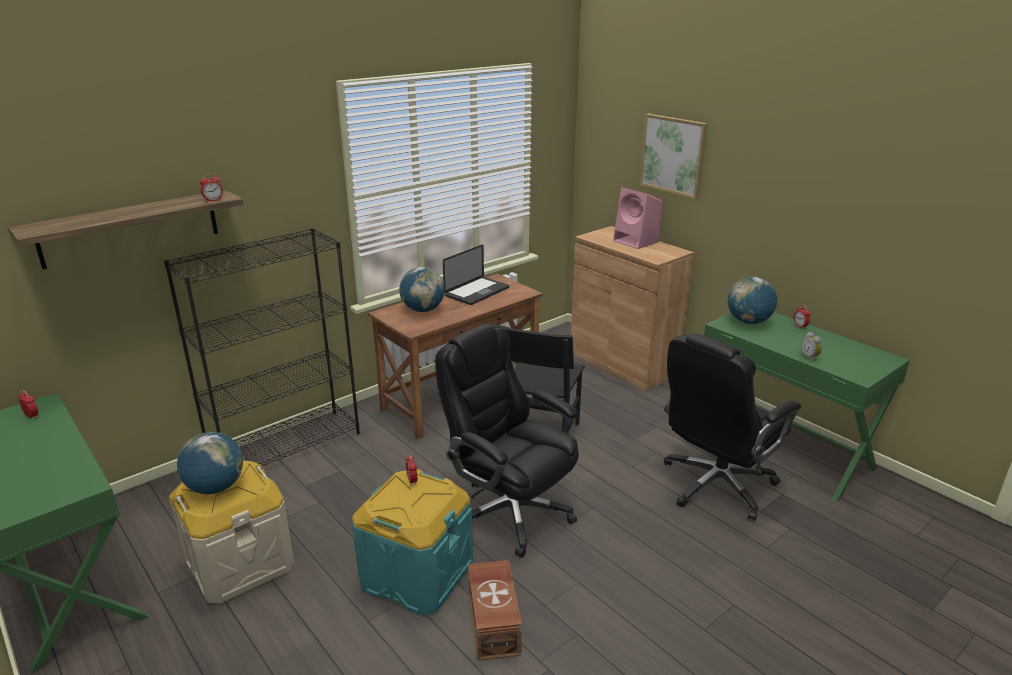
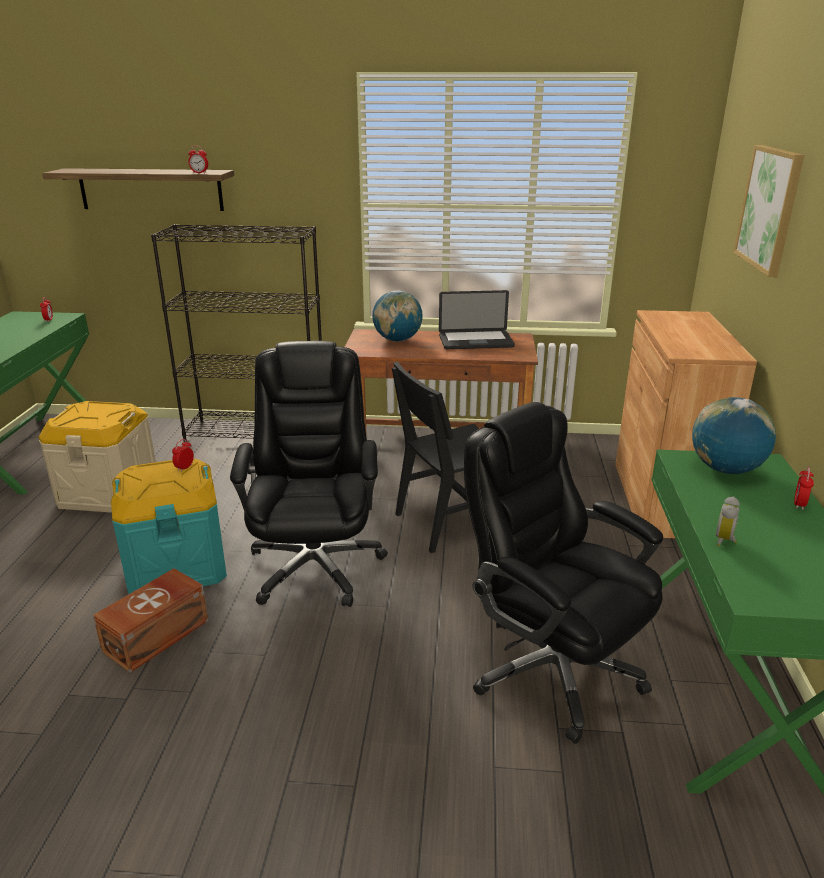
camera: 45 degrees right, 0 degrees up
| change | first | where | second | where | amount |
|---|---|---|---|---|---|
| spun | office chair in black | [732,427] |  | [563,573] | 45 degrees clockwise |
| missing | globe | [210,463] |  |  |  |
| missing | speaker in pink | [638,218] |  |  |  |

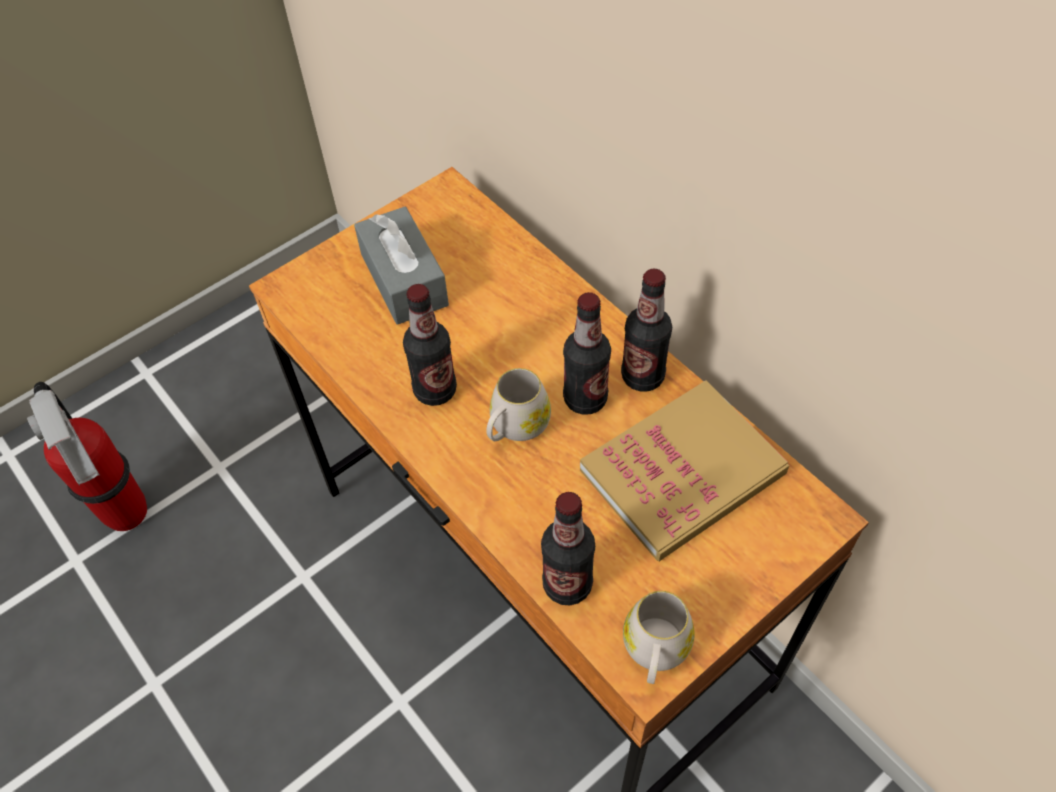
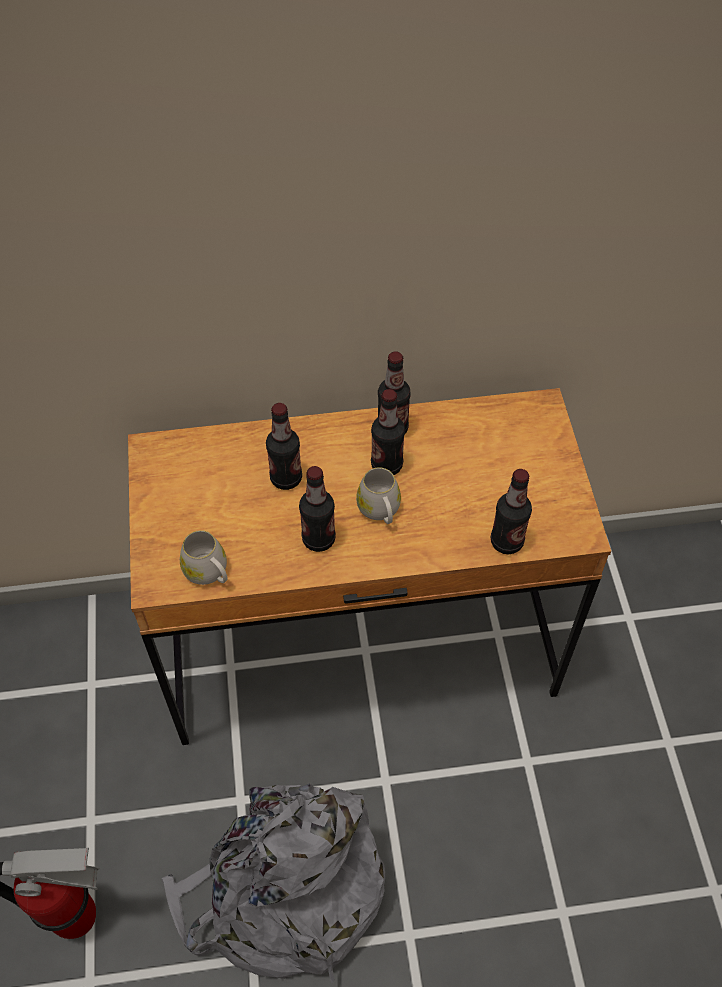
camera: 60 degrees left, 0 degrees up
| change | first | where | second | where | amount |
|---|---|---|---|---|---|
| appeared |  |  | backpack in grey | [273,883] |  |
| relocated | mug in white | [659,637] |  | [204,557] |  |
| appeared |  |  | bottle | [284,446] |  |
| missing | tissue box in grey | [401,266] |  |  |  |
| missing | book | [685,470] |  |  |  |

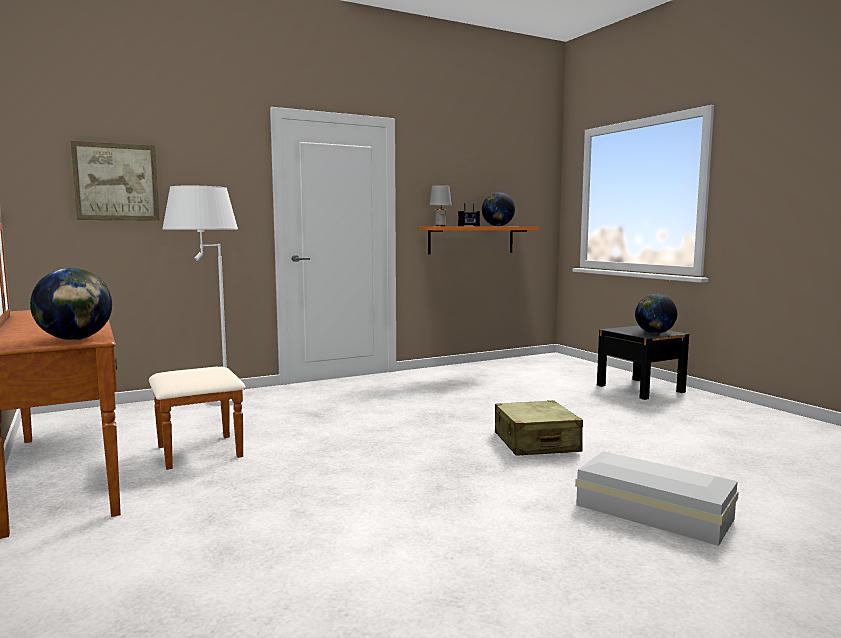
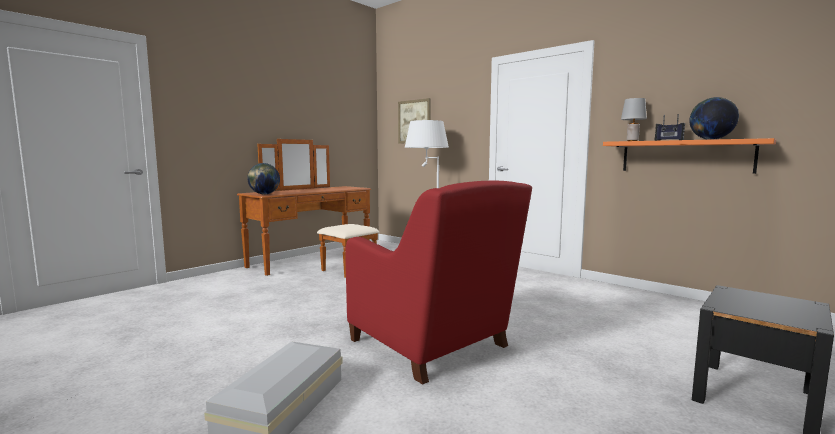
camera: 70 degrees right, 0 degrees up
| change | first | where | second | where | amount |
|---|---|---|---|---|---|
| exchanged | suitcase in beige | [539,428] | armchair in red | [438,283] |  |
| missing | globe | [656,314] |  |  |  |

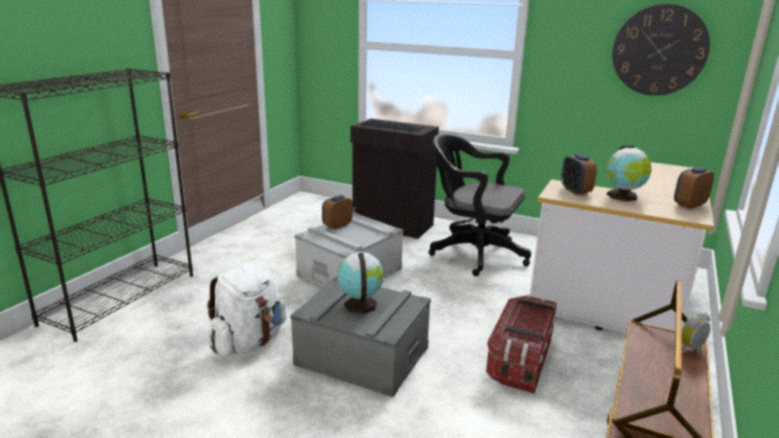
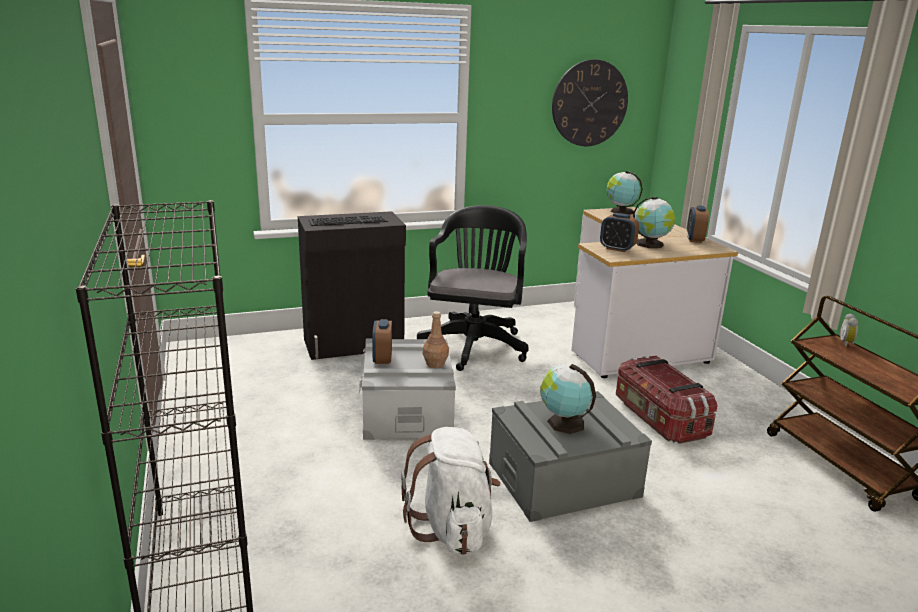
camera: 45 degrees left, 0 degrees up
| change | first | where | second | where | amount |
|---|---|---|---|---|---|
| spun | office chair in black | [480,204] |  | [473,288] | 120 degrees clockwise |
| appeared |  |  | bottle in brown | [436,339] |  |
| appeared |  |  | globe | [625,193] |  |

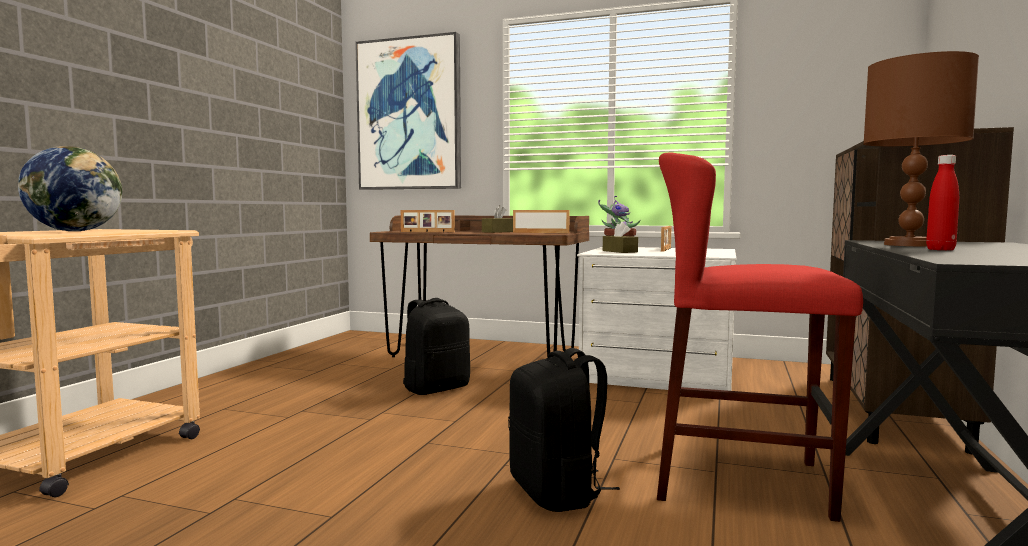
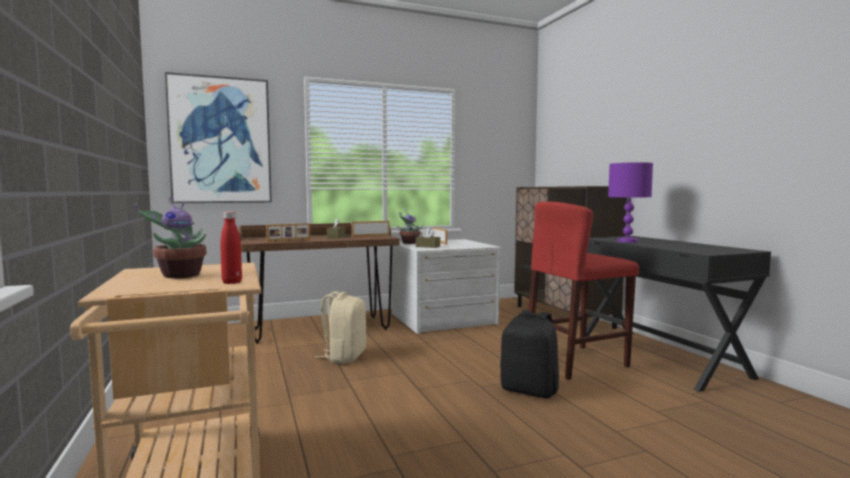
camera: 40 degrees left, 0 degrees up
| change | first | where | second | where | amount |
|---|---|---|---|---|---|
| exchanged | globe | [70,188] | potted plant | [170,237] |  |
| relocated | bottle in red | [942,202] |  | [231,247] |  |
| colour | backpack in black | [436,346] | backpack in beige | [340,327] |  |
| colour | table lamp in brown | [921,148] | table lamp in purple | [630,202] |  |

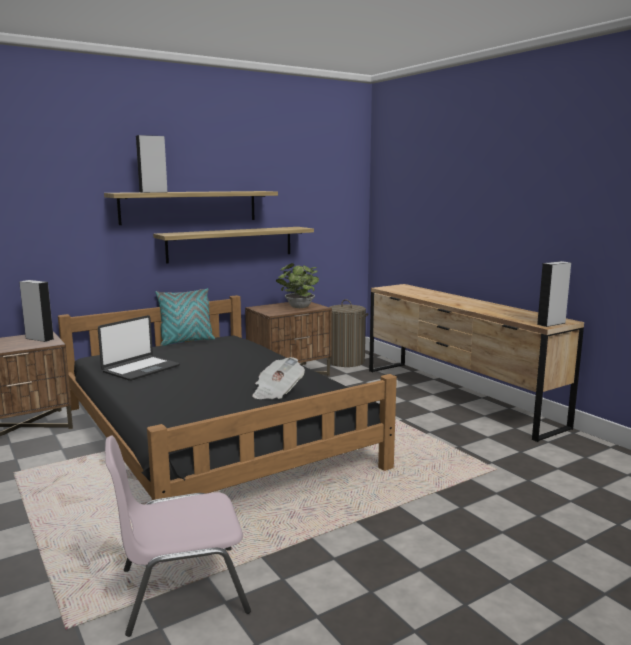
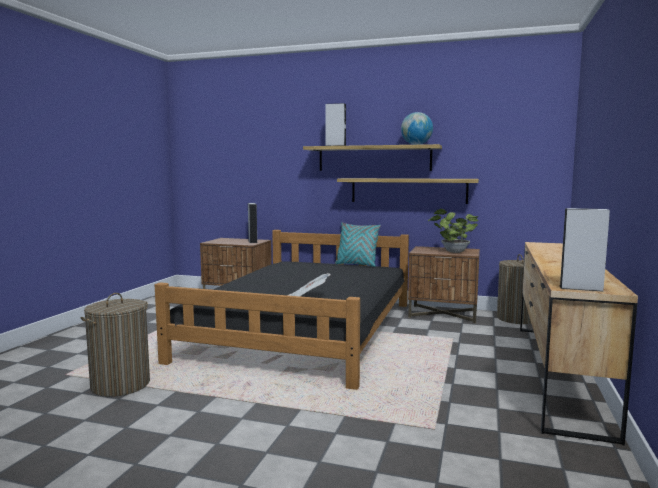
camera: 50 degrees right, 5 degrees down
| change | first | where | second | where | amount |
|---|---|---|---|---|---|
| exchanged | chair in pink | [178,536] | laundry basket | [115,345] |  |
| appeared |  |  | globe | [417,128] |  |
| missing | laptop | [139,348] |  |  |  |

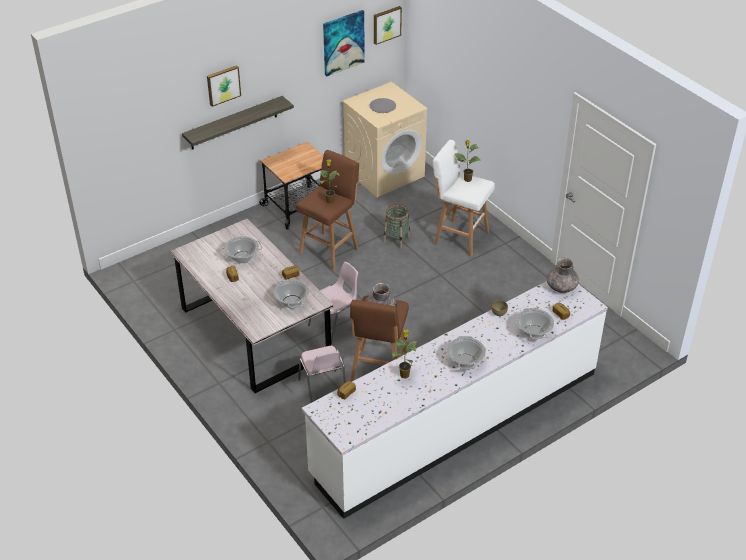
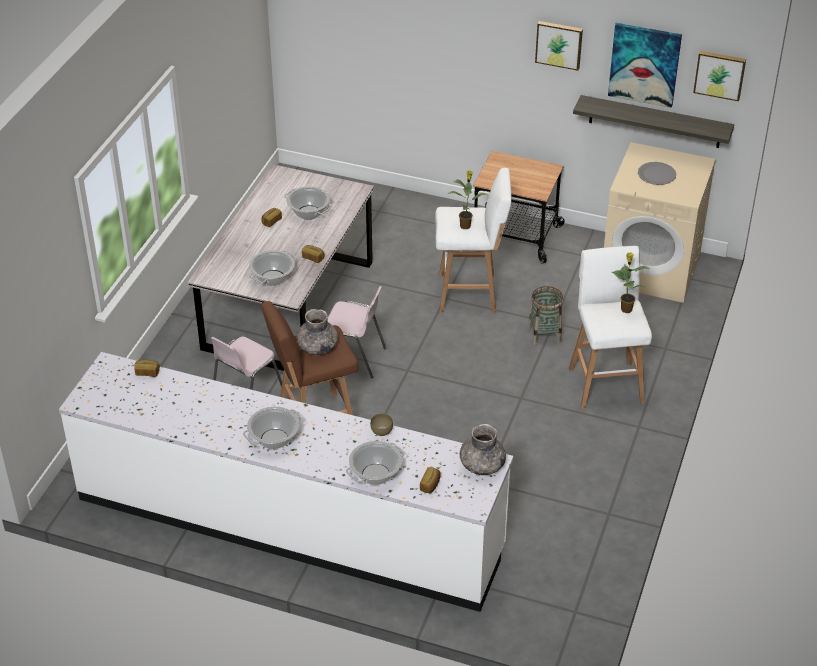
camera: 55 degrees right, 0 degrees up
| change | first | where | second | where | amount |
|---|---|---|---|---|---|
| colour | stool in brown | [327,210] | stool in white | [473,240] |  |
| relocated | picture | [224,86] |  | [559,46] |  |
| relocated | shelf | [238,123] |  | [653,121] |  |
| missing | potted plant | [405,354] |  |  |  |

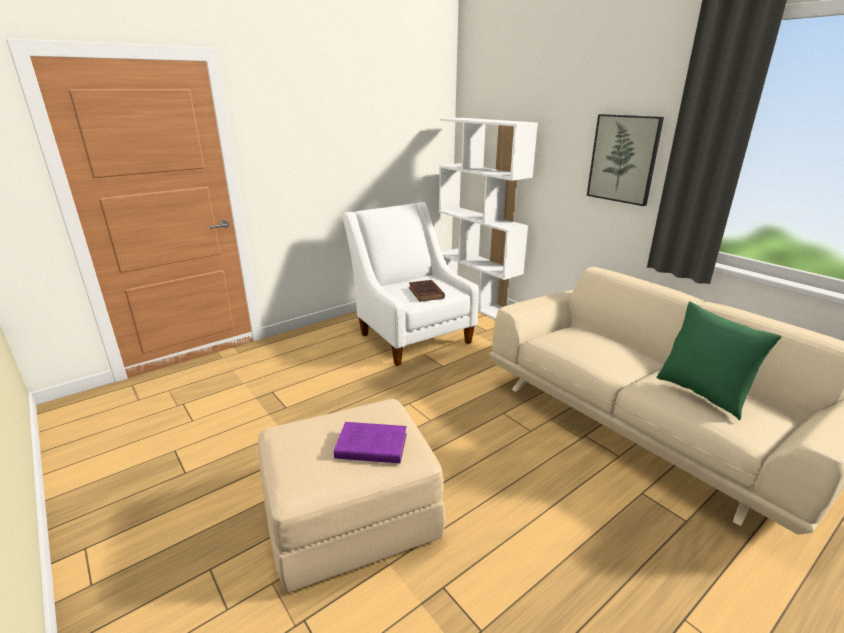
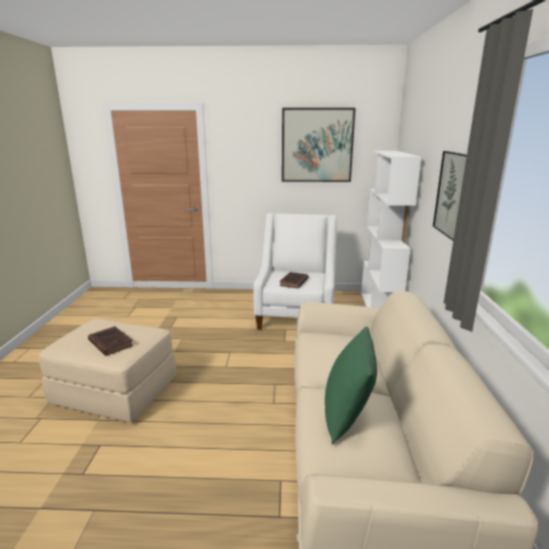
camera: 40 degrees right, 5 degrees down
| change | first | where | second | where | amount |
|---|---|---|---|---|---|
| colour | book in purple | [370,442] | book in brown | [110,341] |  |
| appeared |  |  | picture | [319,145] |  |

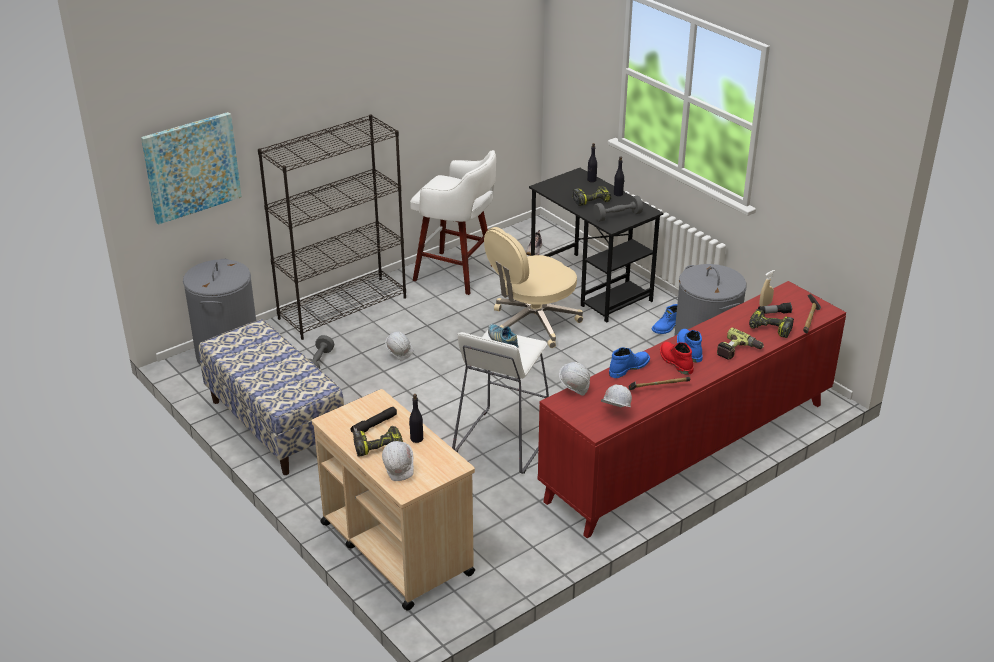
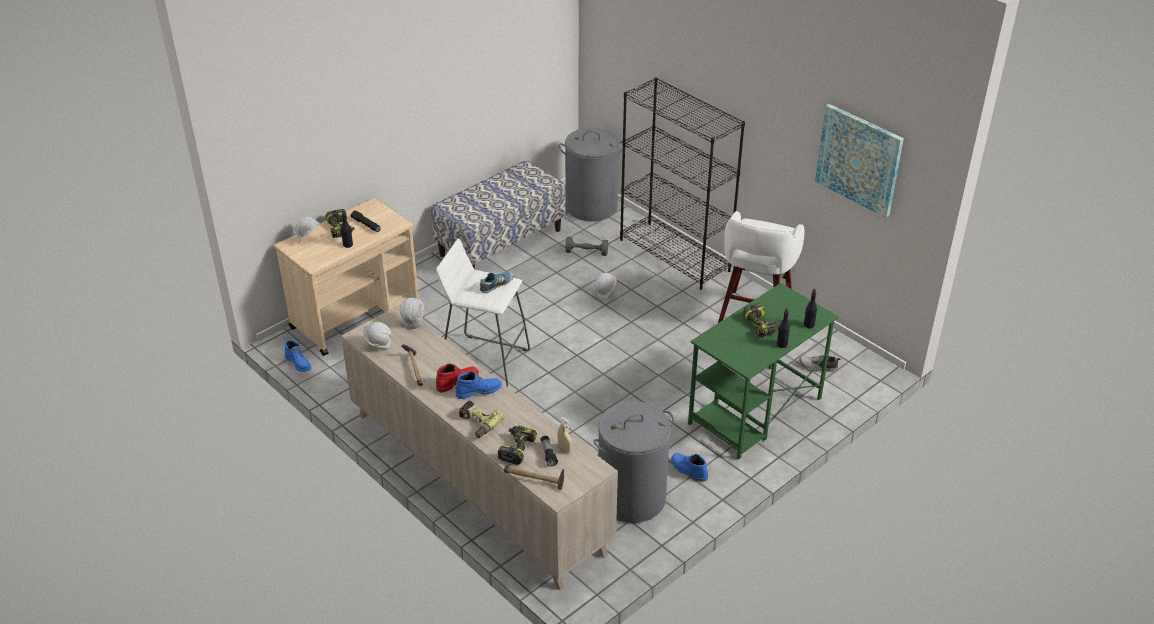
camera: 85 degrees right, 5 degrees up
| change | first | where | second | where | amount |
|---|---|---|---|---|---|
| relocated | boot in blue | [629,362] |  | [298,355] |  |
| colour | cabinet in red | [692,409] | cabinet in beige | [479,447] |  |
| colour | desk in black | [596,245] | desk in green | [763,371] |  |
| relocated | picture | [191,168] |  | [859,161] |  |
| missing | office chair in beige | [533,287] |  |  |  |
| missing | dumbbell in grey | [618,208] |  |  |  |

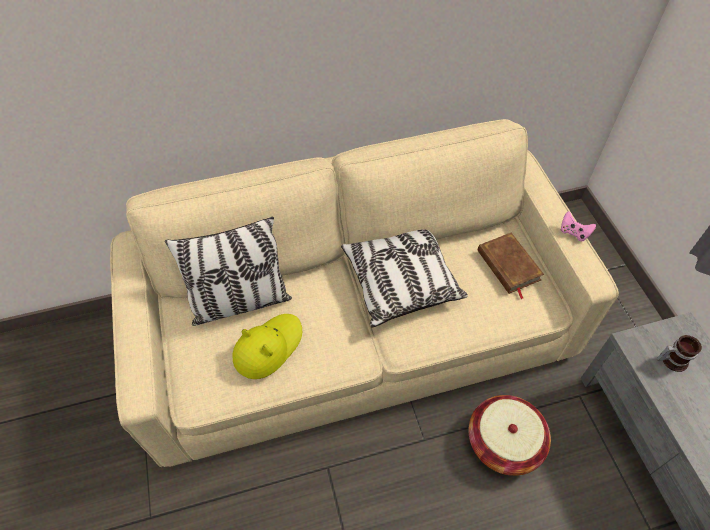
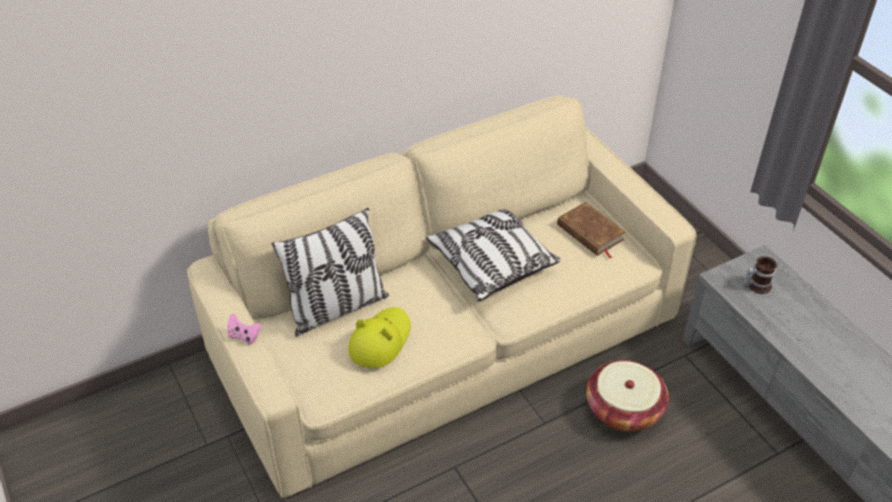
camera: 15 degrees left, 10 degrees down
| change | first | where | second | where | amount |
|---|---|---|---|---|---|
| relocated | game controller in pink | [578,226] |  | [244,329] |  |

